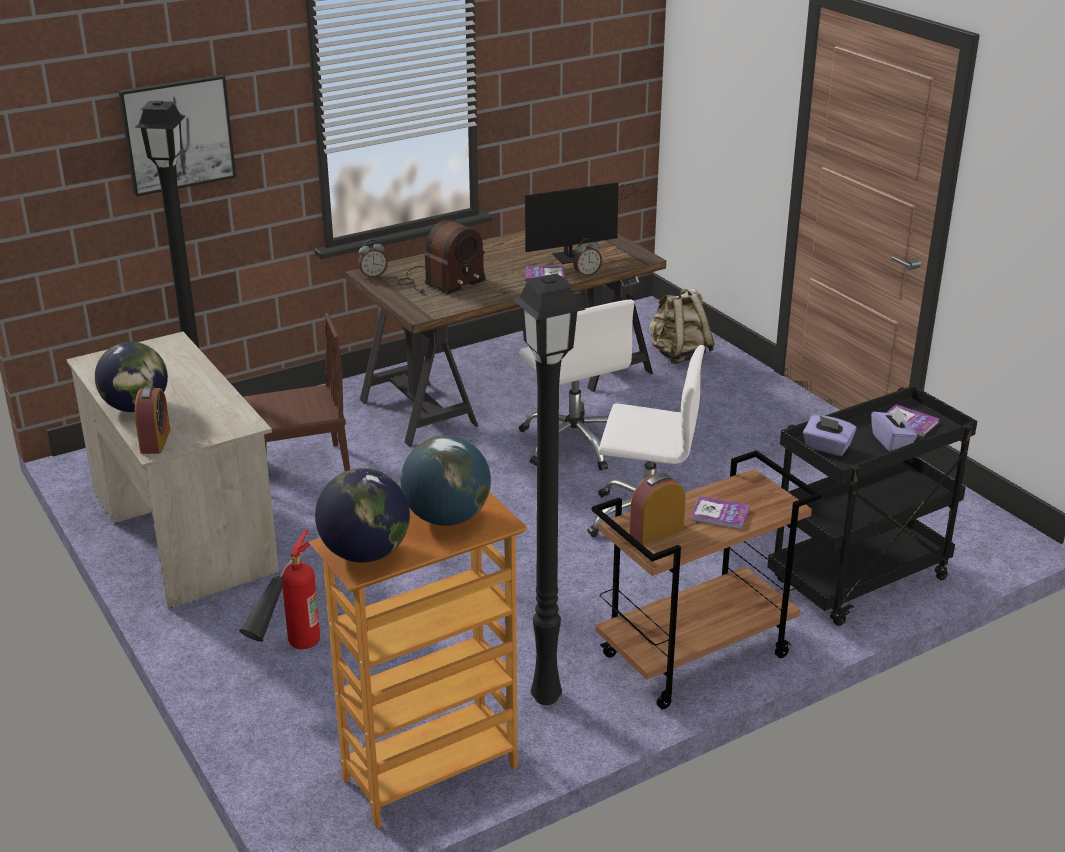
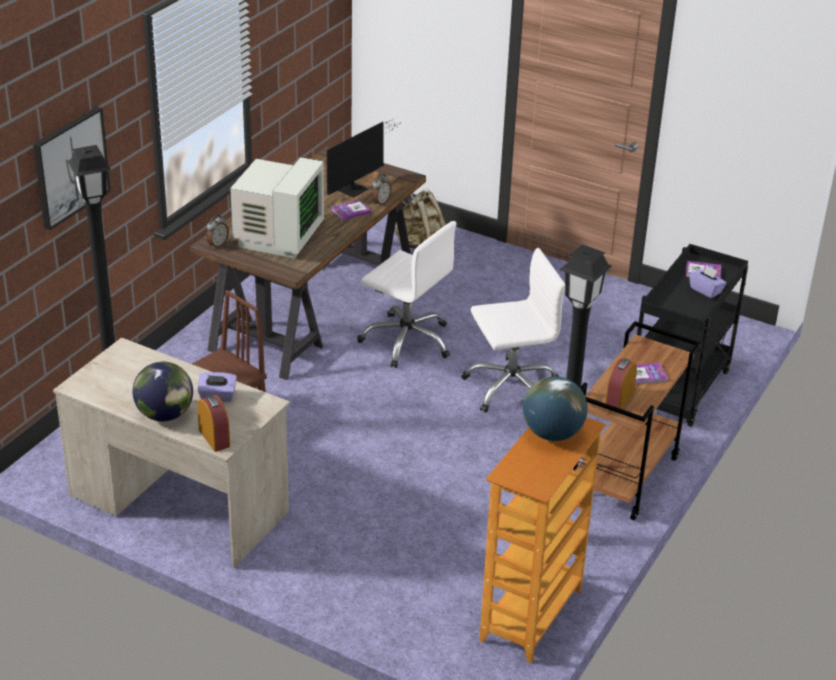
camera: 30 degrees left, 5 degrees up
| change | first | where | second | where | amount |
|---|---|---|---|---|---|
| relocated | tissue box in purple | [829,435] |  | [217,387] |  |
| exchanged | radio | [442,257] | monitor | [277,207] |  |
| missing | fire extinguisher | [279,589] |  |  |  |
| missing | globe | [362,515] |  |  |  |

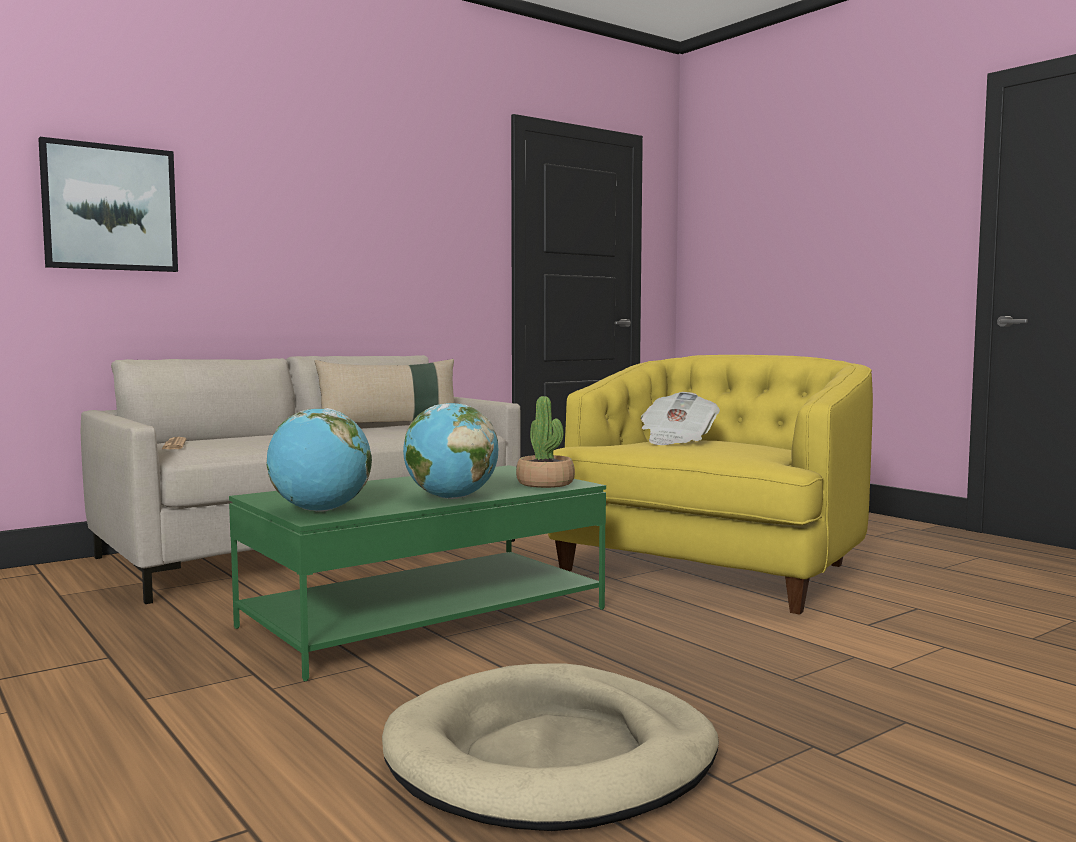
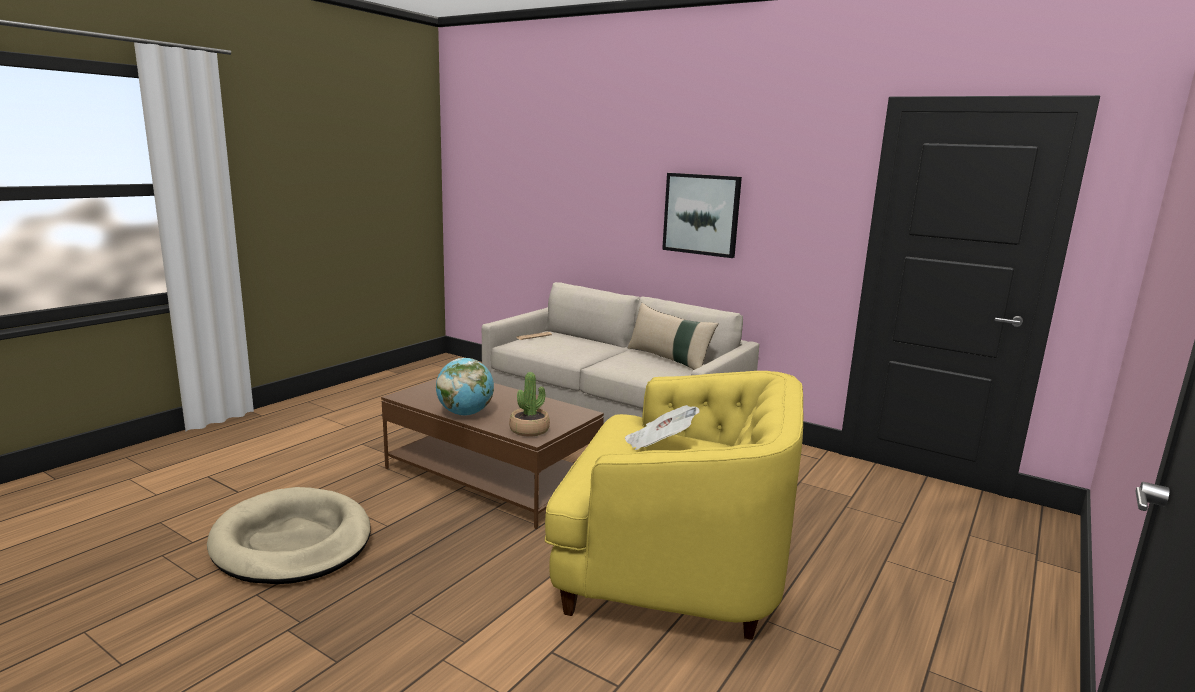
camera: 70 degrees right, 10 degrees up
| change | first | where | second | where | amount |
|---|---|---|---|---|---|
| colour | coffee table in green | [417,573] | coffee table in brown | [492,454] |  |
| relocated | picture | [108,204] |  | [702,215] |  |
| missing | globe | [319,460] |  |  |  |

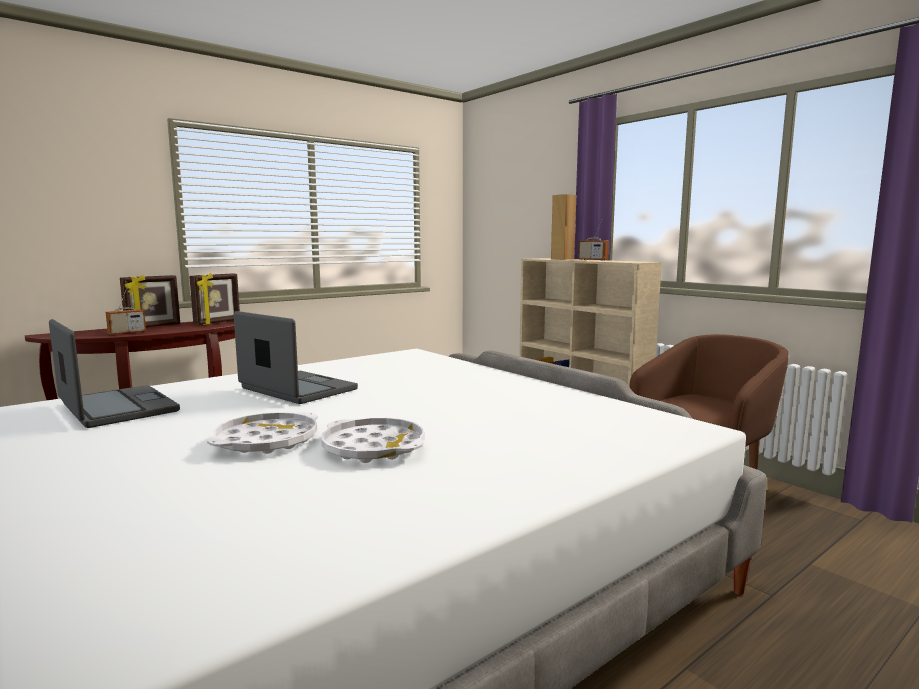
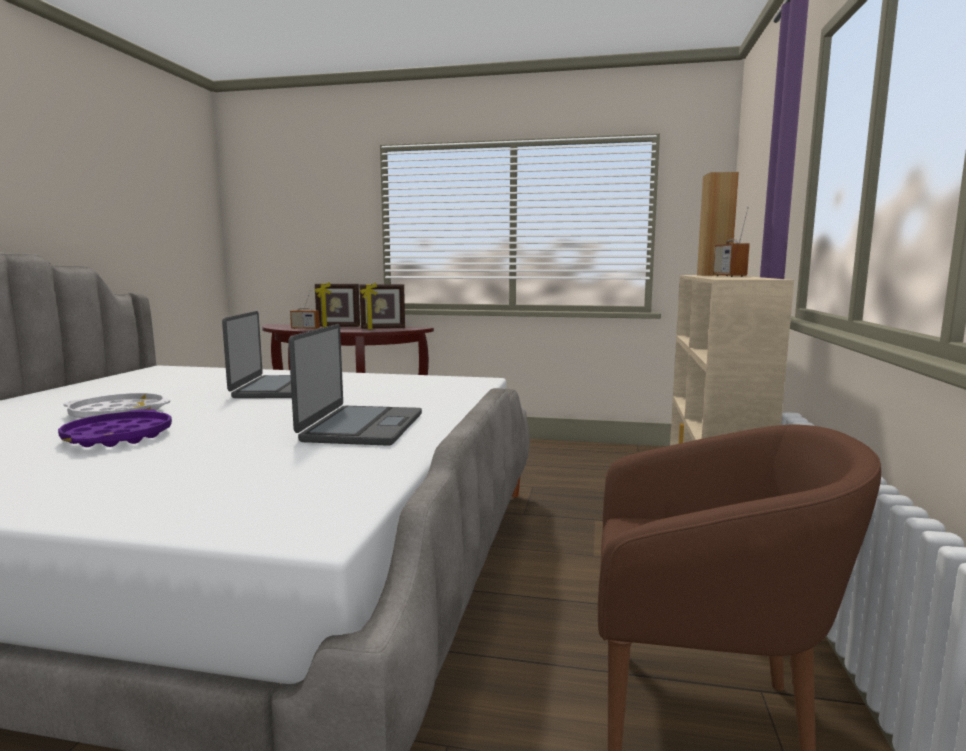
camera: 50 degrees right, 0 degrees up
| change | first | where | second | where | amount |
|---|---|---|---|---|---|
| colour | tray in white | [373,440] | tray in purple | [115,428] |  |
| relocated | laptop | [114,373] |  | [355,385] |  |

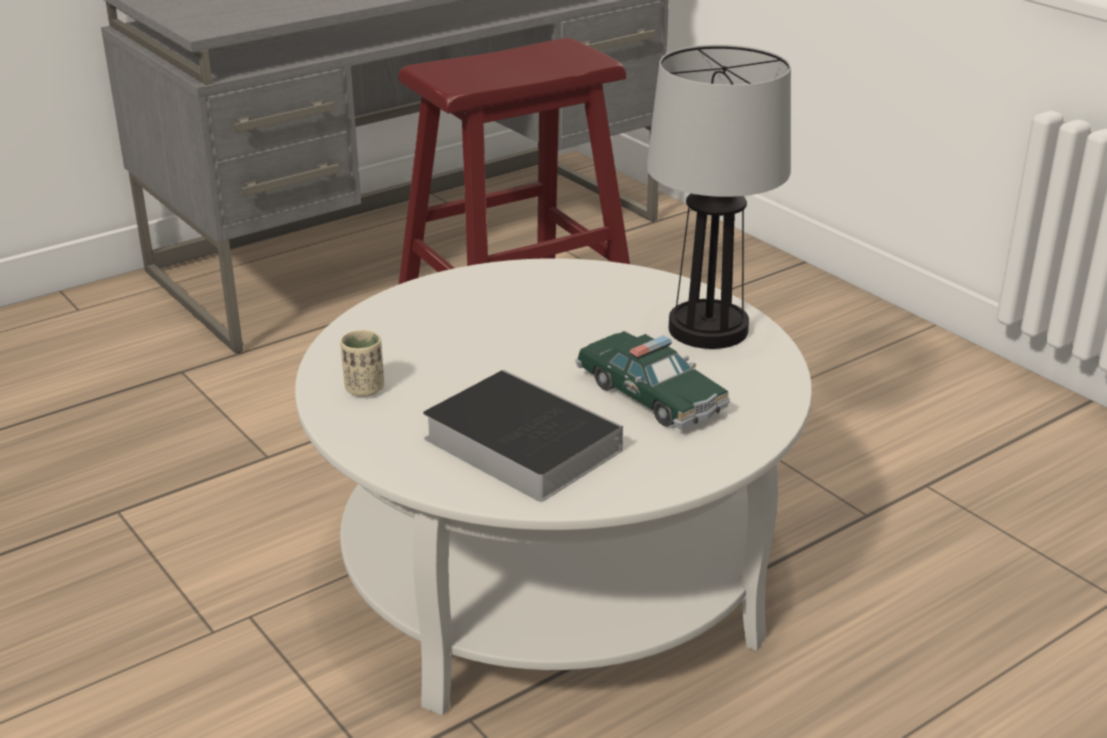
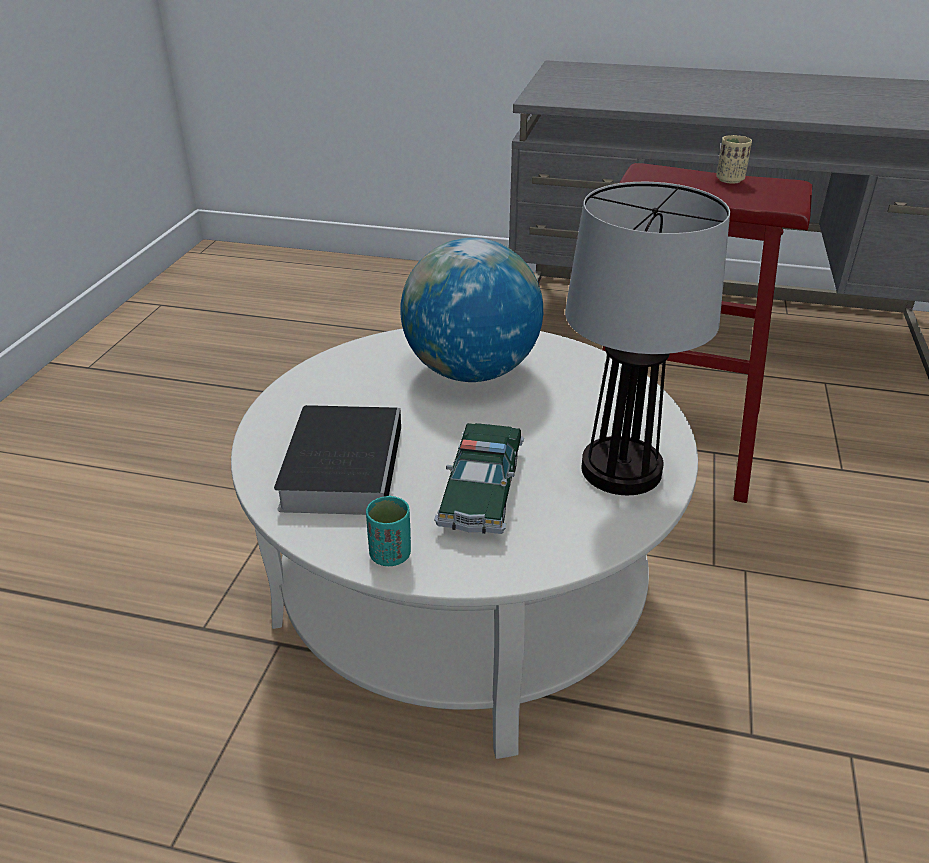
camera: 50 degrees right, 5 degrees up
| change | first | where | second | where | amount |
|---|---|---|---|---|---|
| appeared |  |  | cup in turquoise | [388,531] |  |
| appeared |  |  | globe | [471,310] |  |
| relocated | cup in beige | [362,363] |  | [734,159] |  |

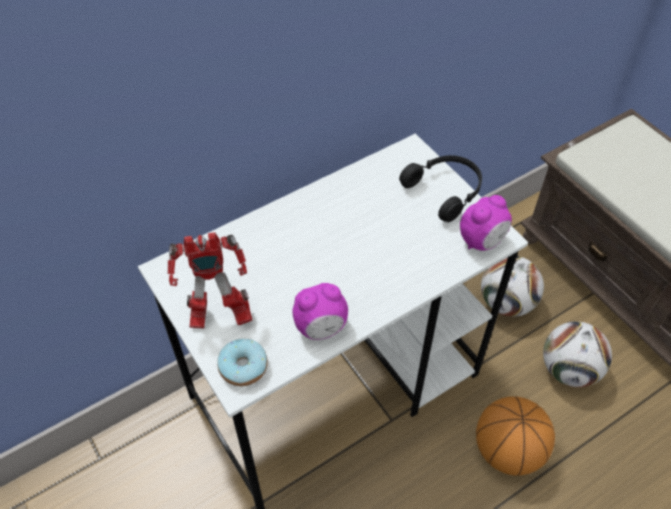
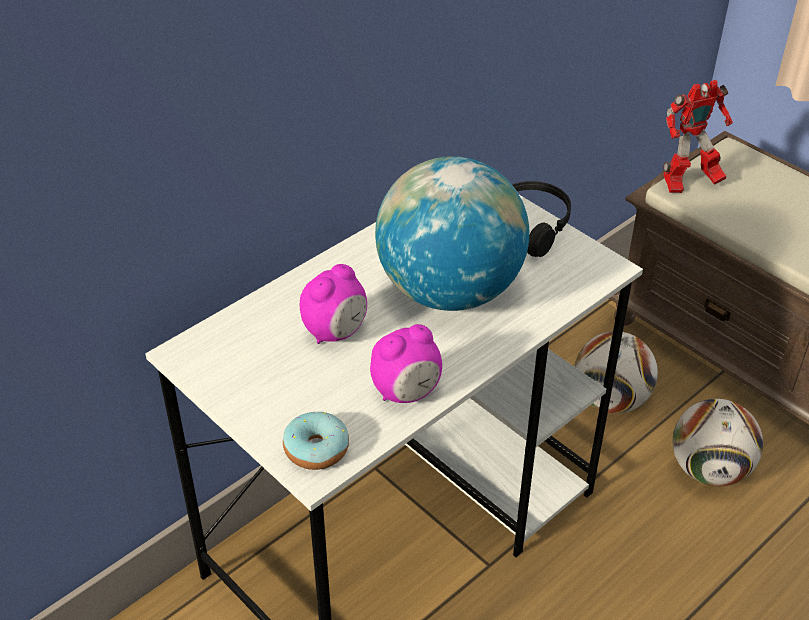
camera: 10 degrees left, 10 degrees down
| change | first | where | second | where | amount |
|---|---|---|---|---|---|
| relocated | alarm clock | [486,223] |  | [333,304] |  |
| appeared |  |  | globe | [452,233] |  |
| relocated | toy robot | [210,280] |  | [698,136] |  |
| missing | basketball | [515,436] |  |  |  |

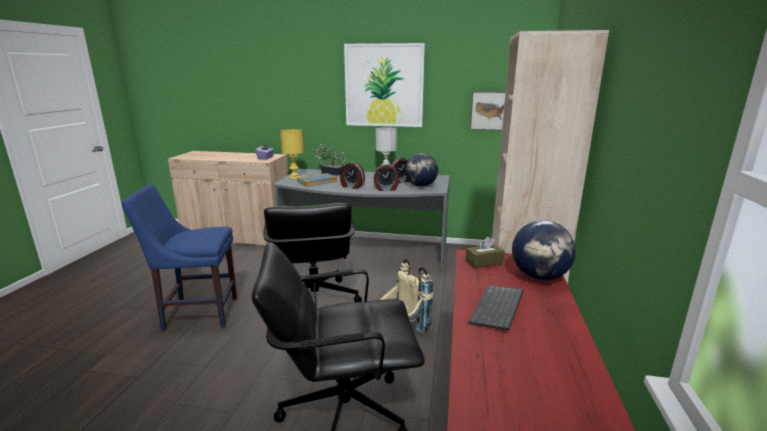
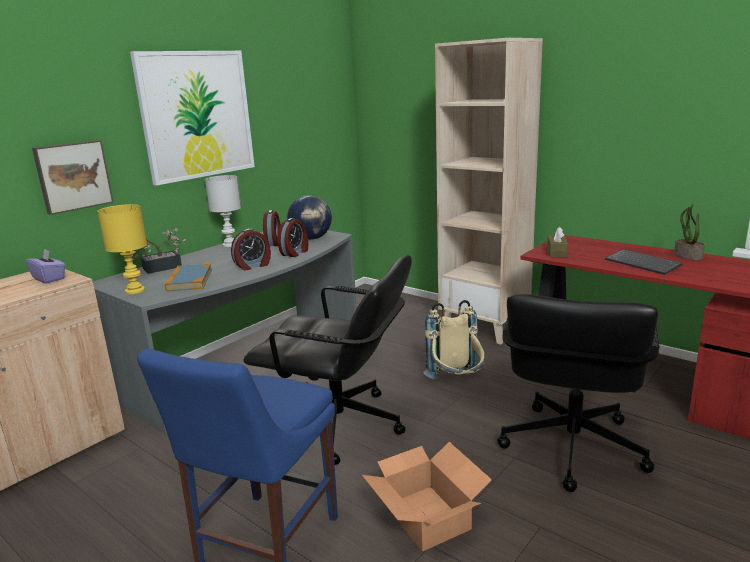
camera: 60 degrees left, 0 degrees up
| change | first | where | second | where | amount |
|---|---|---|---|---|---|
| relocated | picture | [488,110] |  | [73,177] |  |
| appeared |  |  | cardboard box | [427,496] |  |
| appeared |  |  | potted plant | [689,231] |  |
| missing | globe | [544,250] |  |  |  |

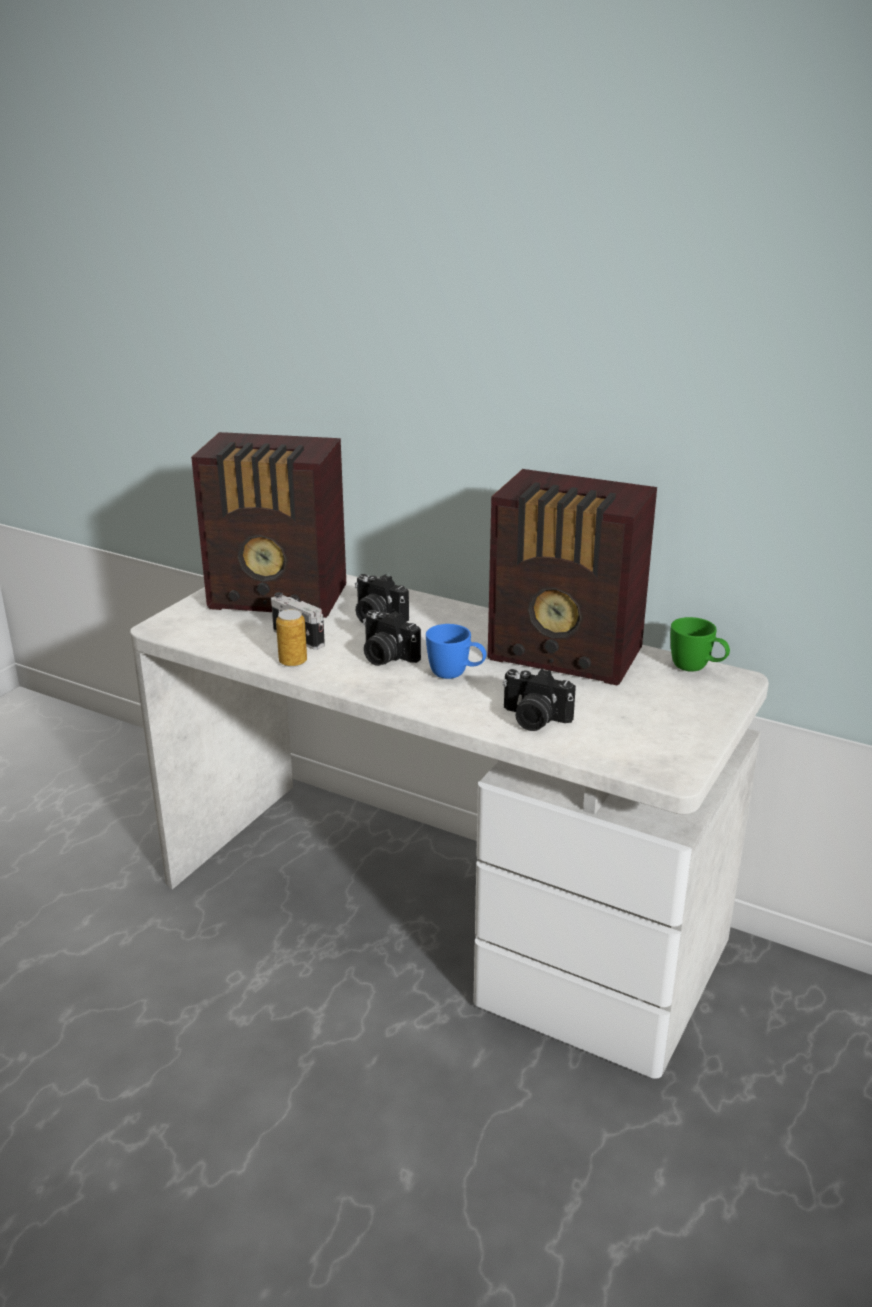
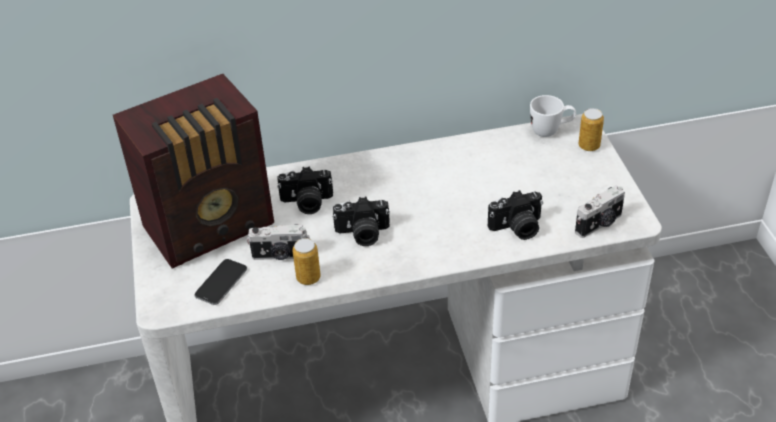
camera: 40 degrees left, 15 degrees up
| change | first | where | second | where | amount |
|---|---|---|---|---|---|
| appeared |  |  | phone | [221,282] |  |
| colour | mug in green | [700,644] | mug in white | [553,116] |  |
| appeared |  |  | photo camera | [600,211] |  |
| appeared |  |  | can | [591,129] |  |
| missing | mug in blue | [456,651] |  |  |  |
| missing | radio | [572,577] |  |  |  |

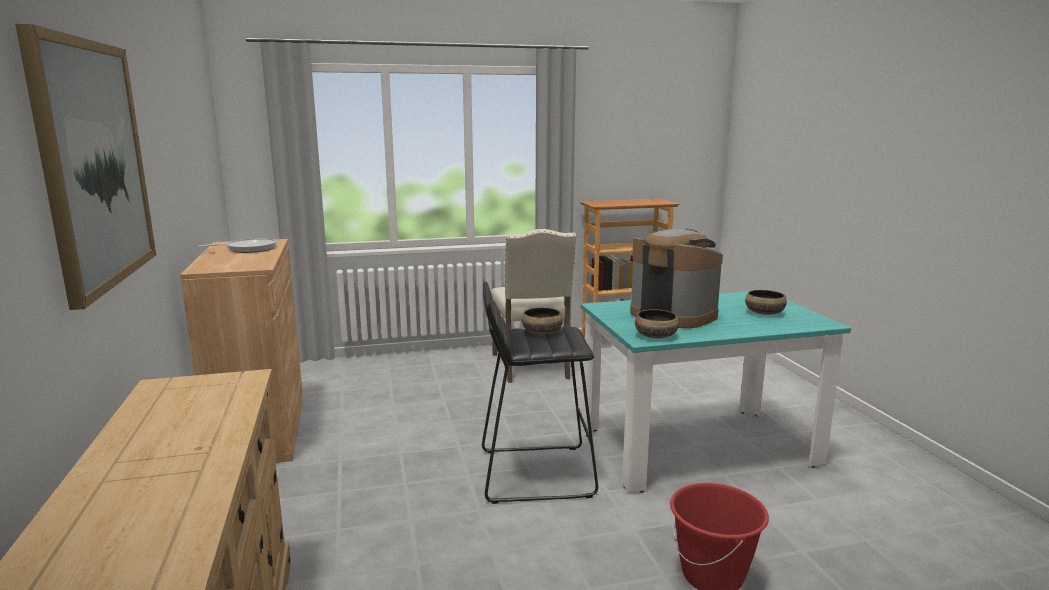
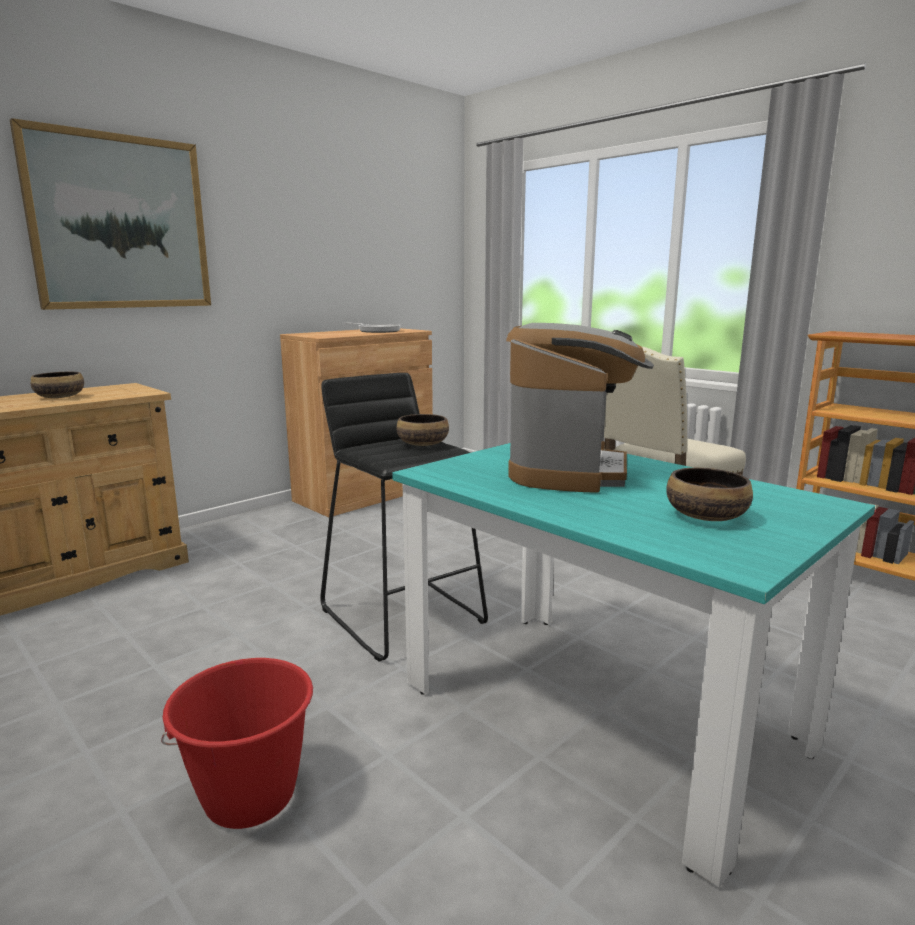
camera: 60 degrees right, 0 degrees up
| change | first | where | second | where | amount |
|---|---|---|---|---|---|
| relocated | bowl | [657,323] |  | [57,385] |  |

